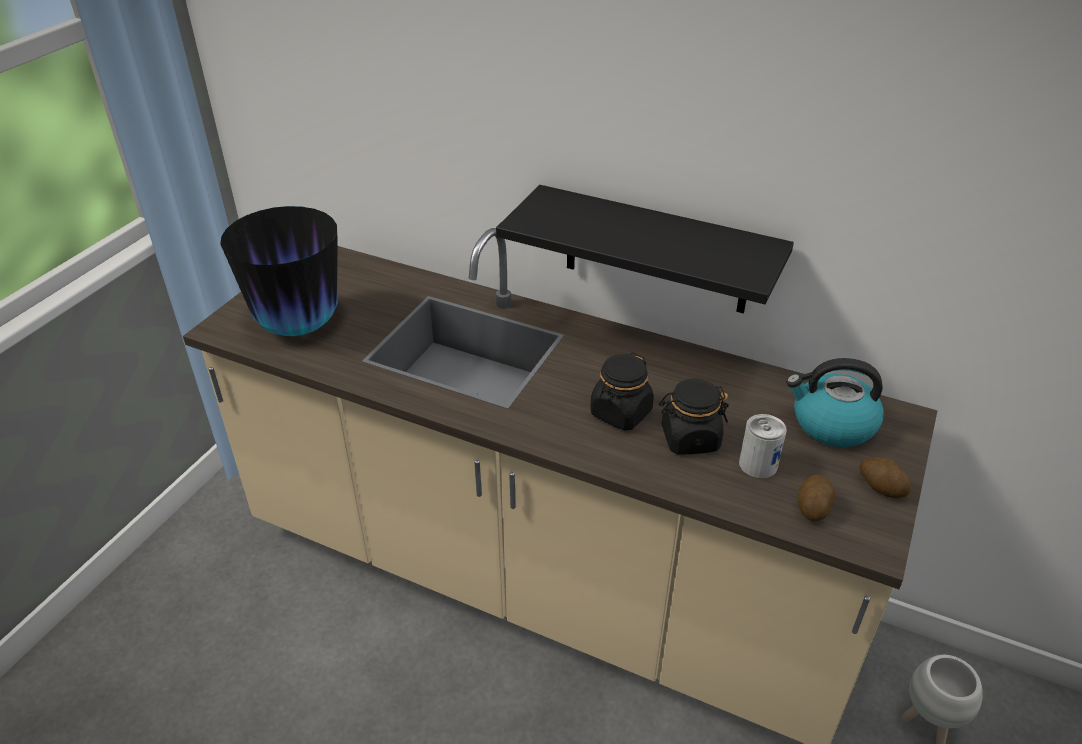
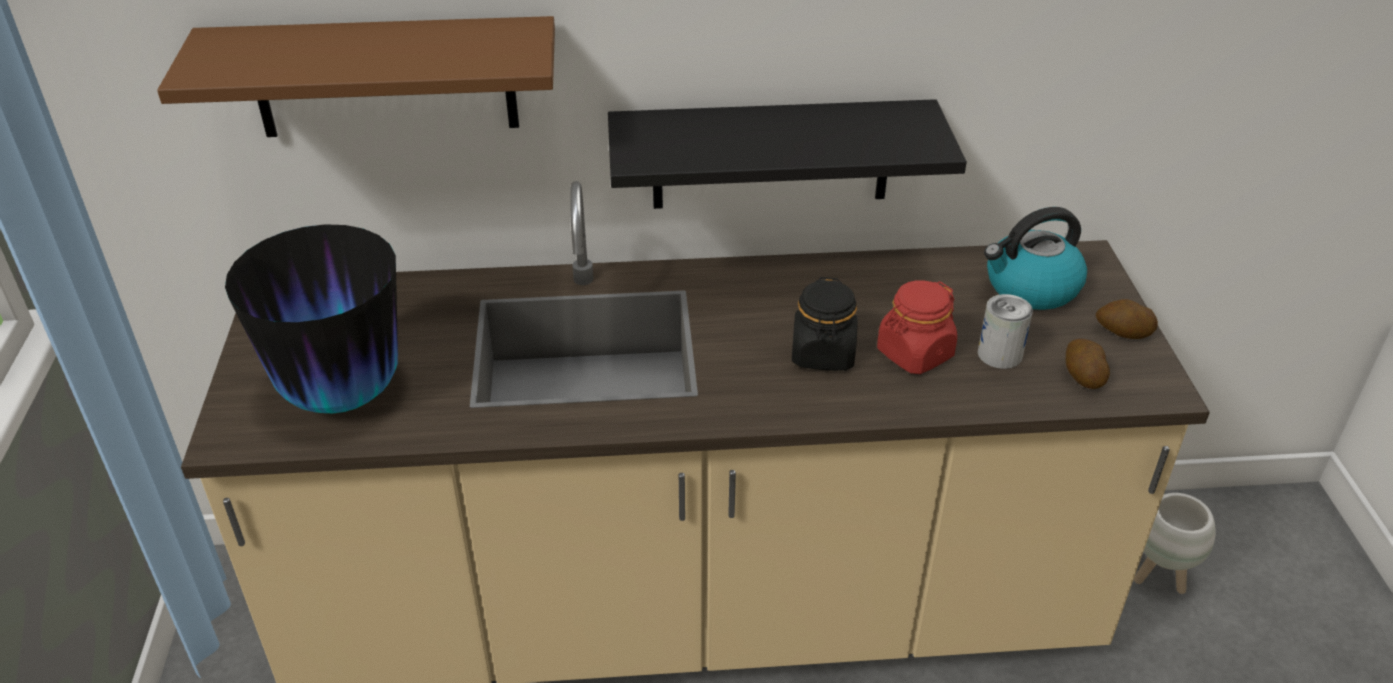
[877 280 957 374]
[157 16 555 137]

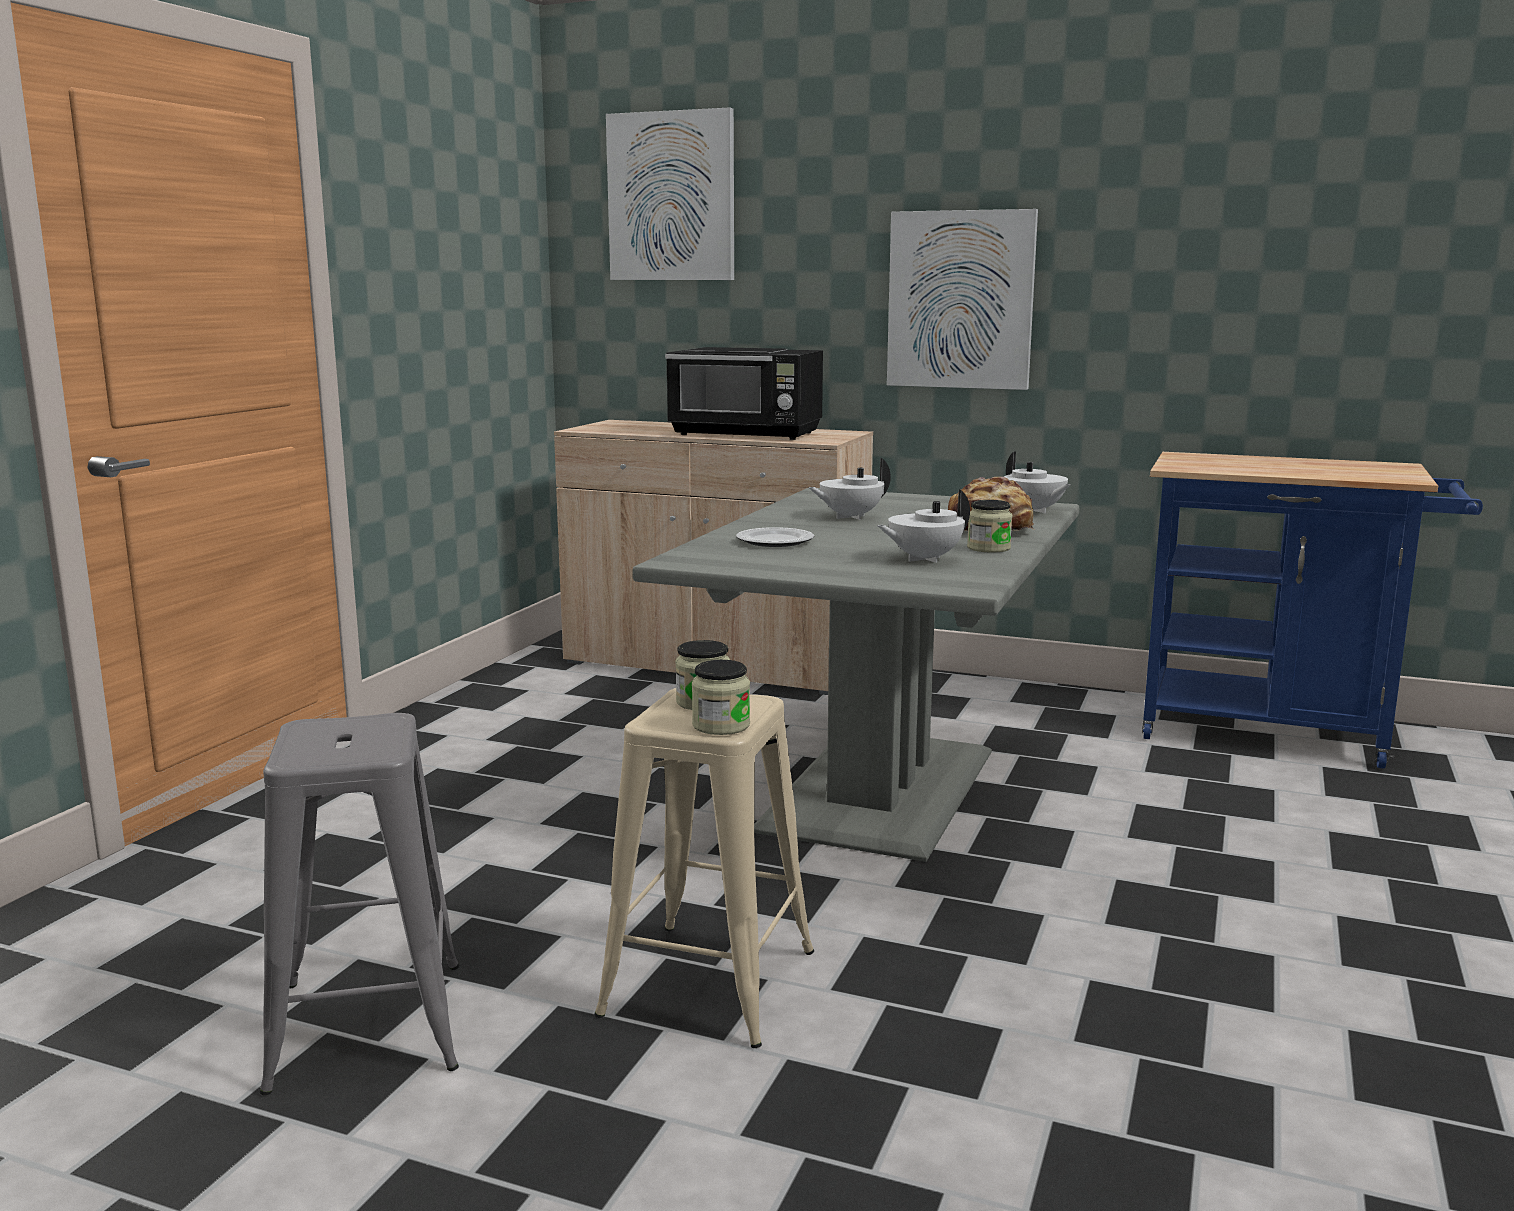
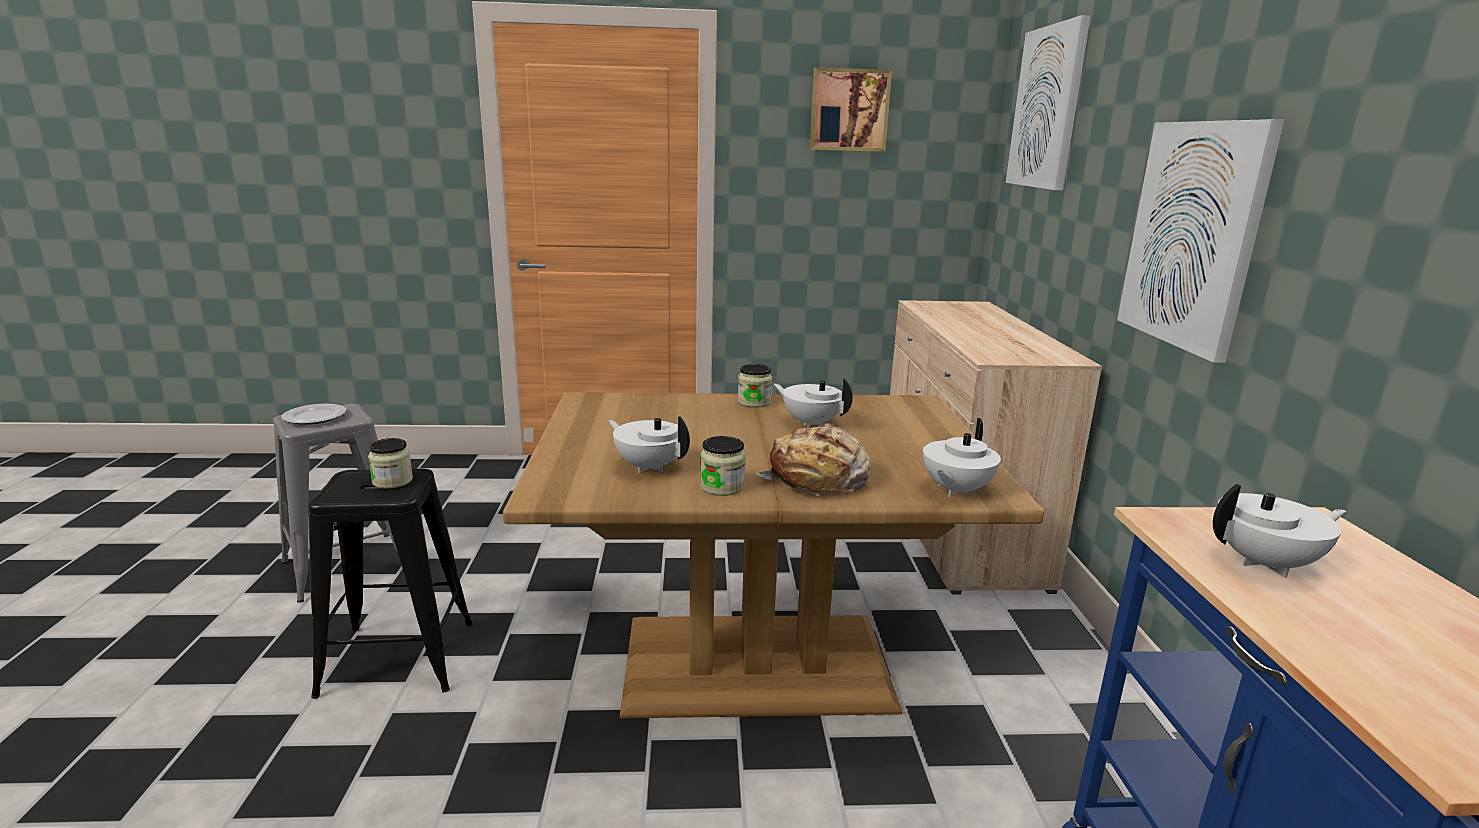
[665 347 823 440] (first image)
[503 392 1044 718]
[281 404 346 425]
[738 364 772 407]
[308 468 473 699]
[810 67 892 152]
[1213 484 1347 578]

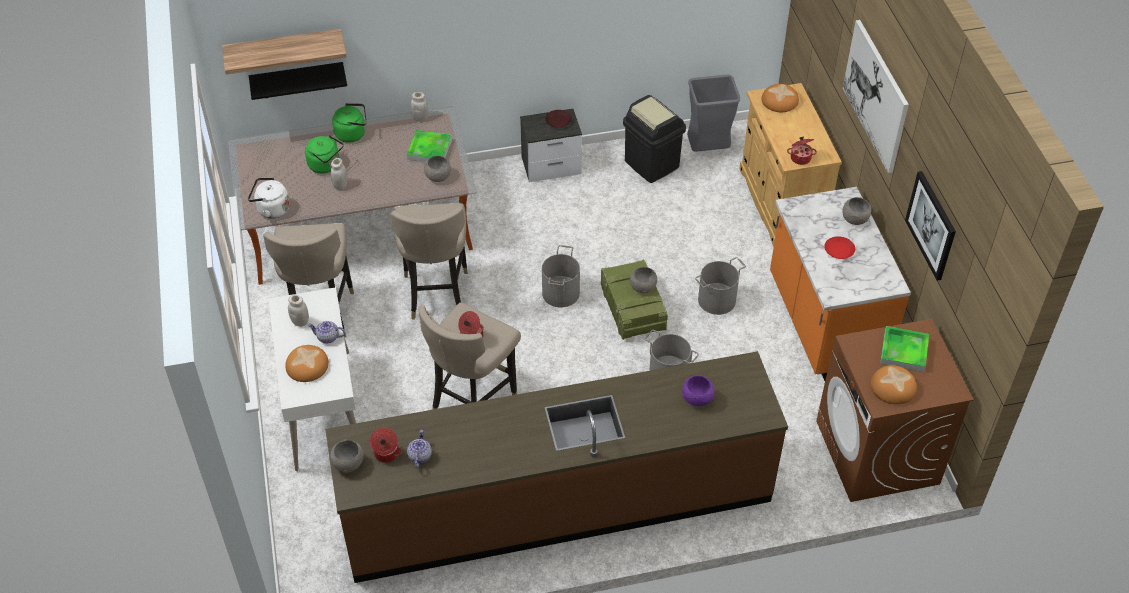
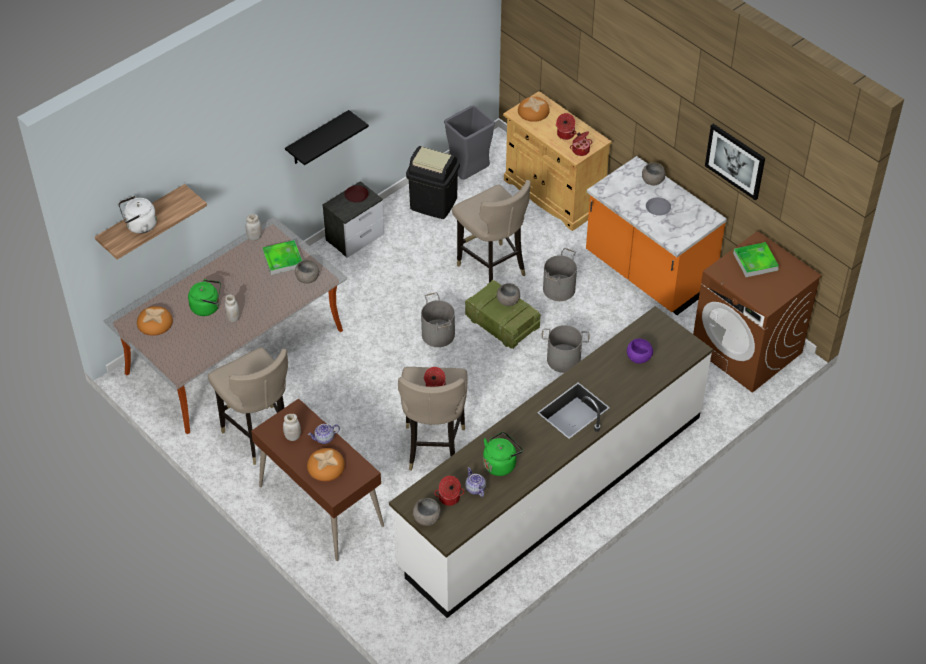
[843 20 909 173] (first image)
[285 110 369 165]
[483 432 523 476]
[118 196 157 234]
[452 180 531 282]
[646 197 671 215]
[251 399 384 561]
[389 306 713 618]
[137 306 173 336]
[556 113 576 140]

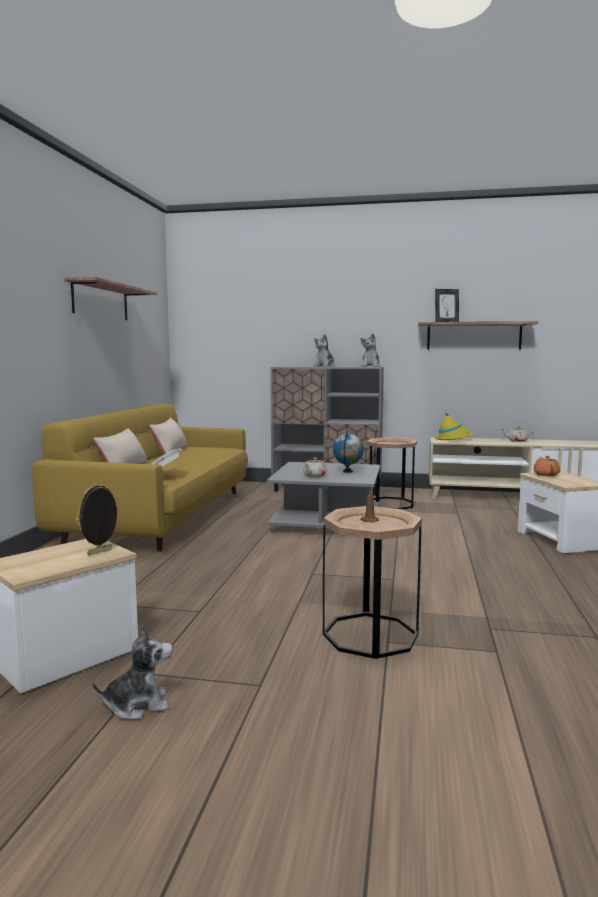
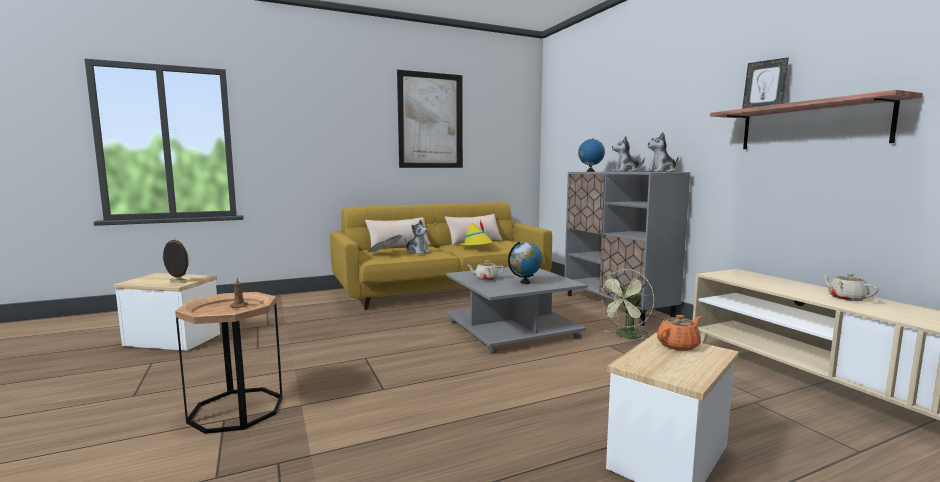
[397 70 463 168]
[460 220 495 246]
[598 269 654 340]
[405 219 431 254]
[578 138 605 172]

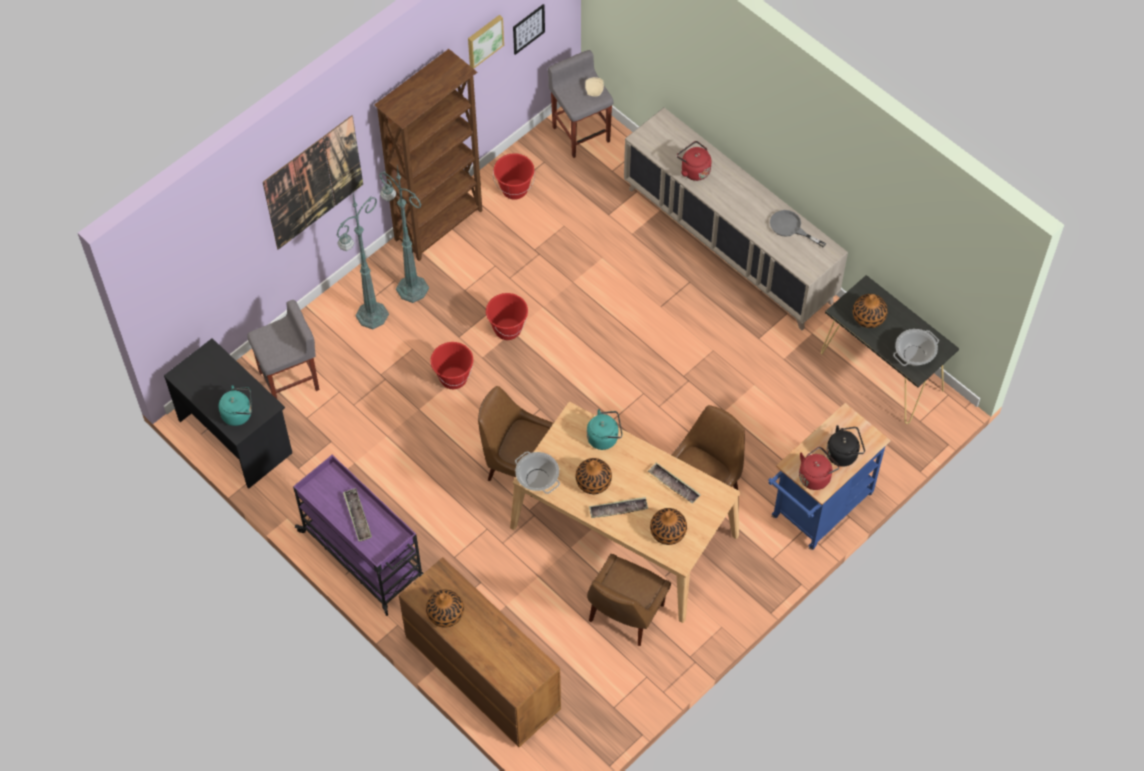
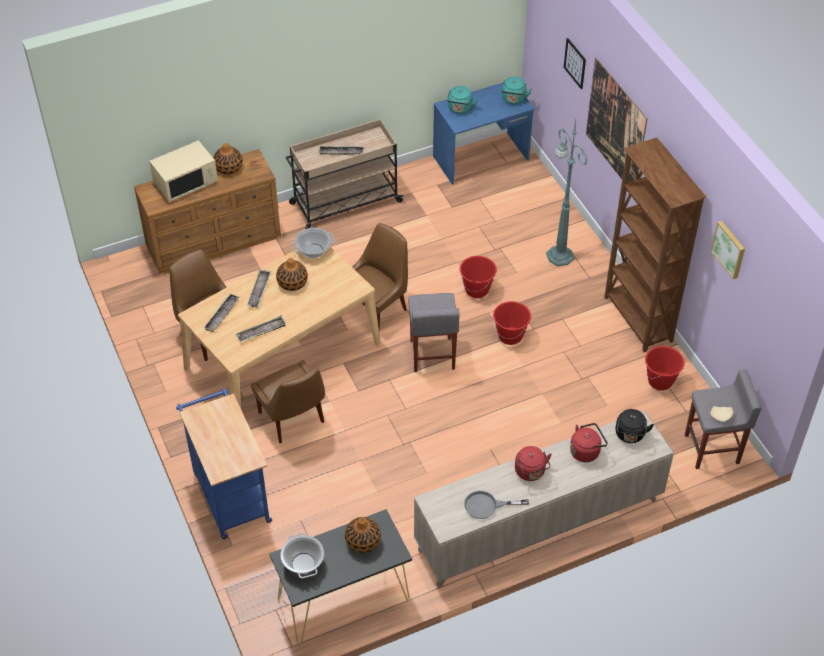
[564 38 586 89]
[379 166 429 303] (first image)
[464 491 529 519]
[408 293 460 372]
[433 82 535 185]
[501 76 532 104]
[615 409 654 443]
[515 446 552 481]
[286 119 404 229]
[203 293 239 332]
[149 140 218 202]

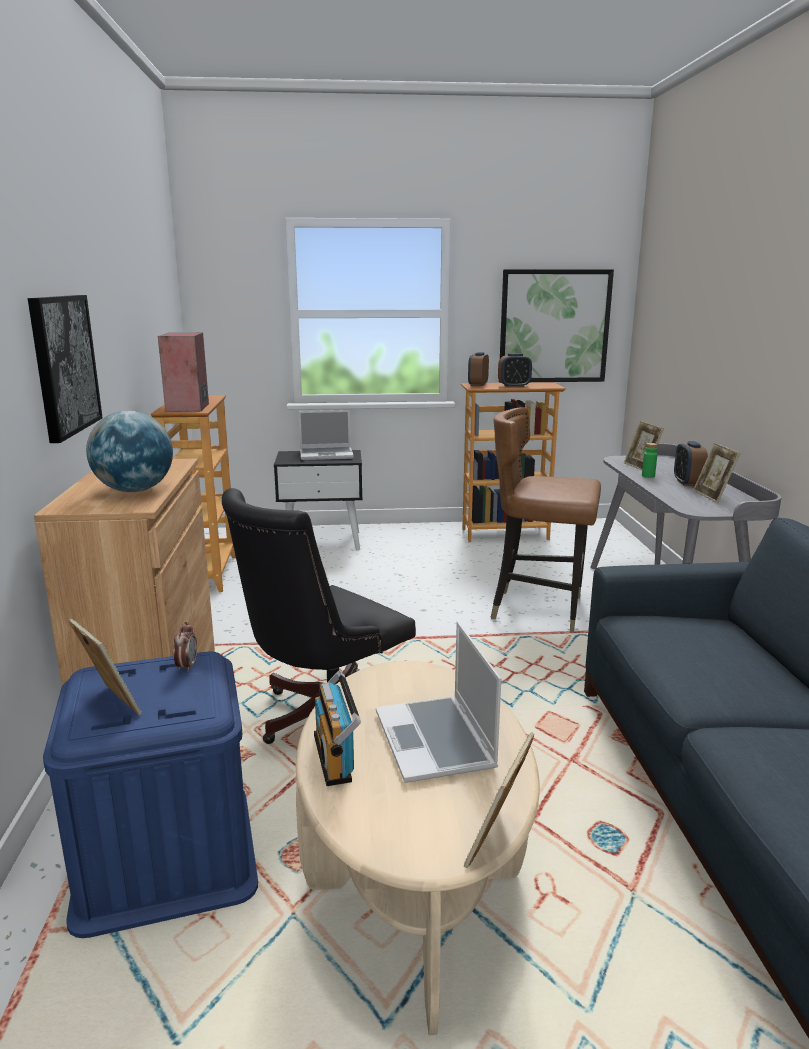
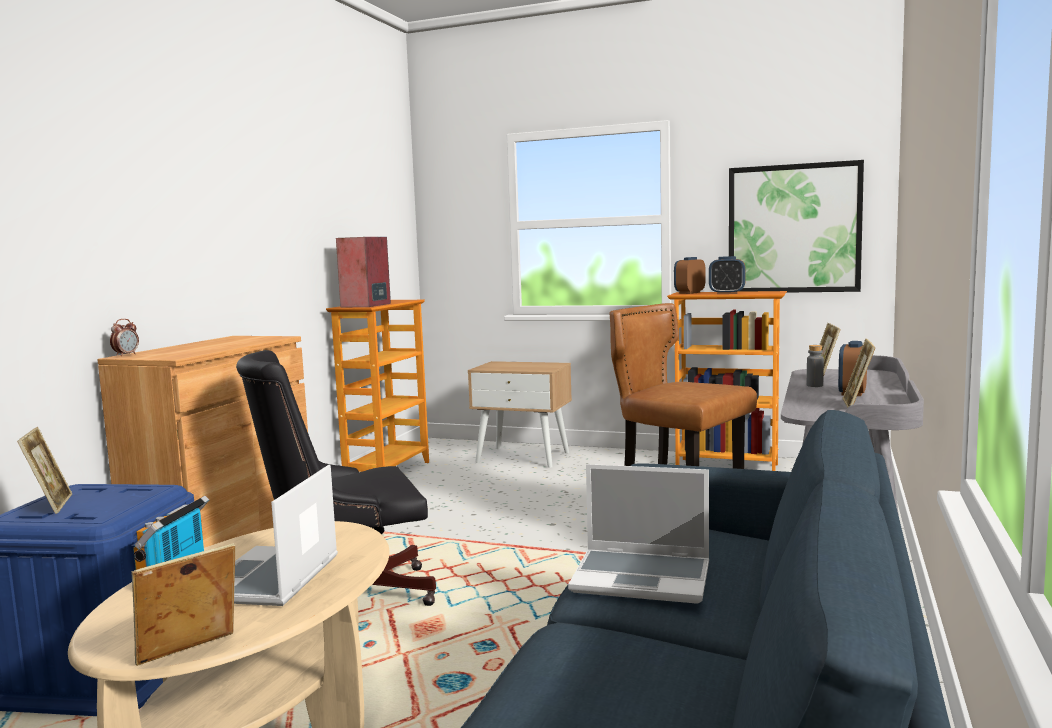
[28 295 103 443] (first image)
[568 464 709 604]
[86 411 173 492] (first image)
[807 345 824 387]
[468 361 572 468]
[110 319 139 356]

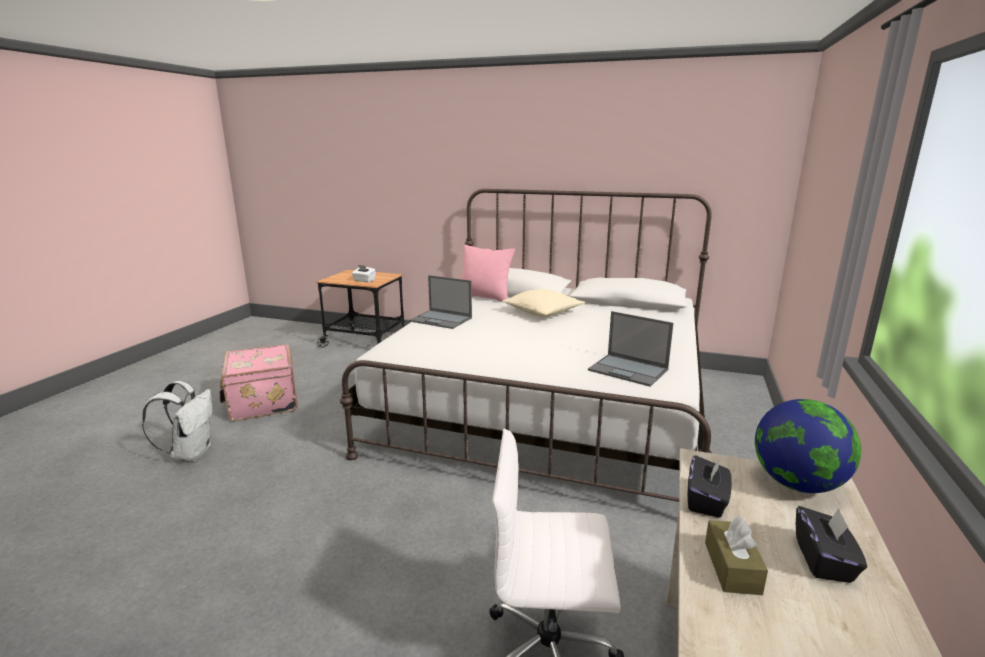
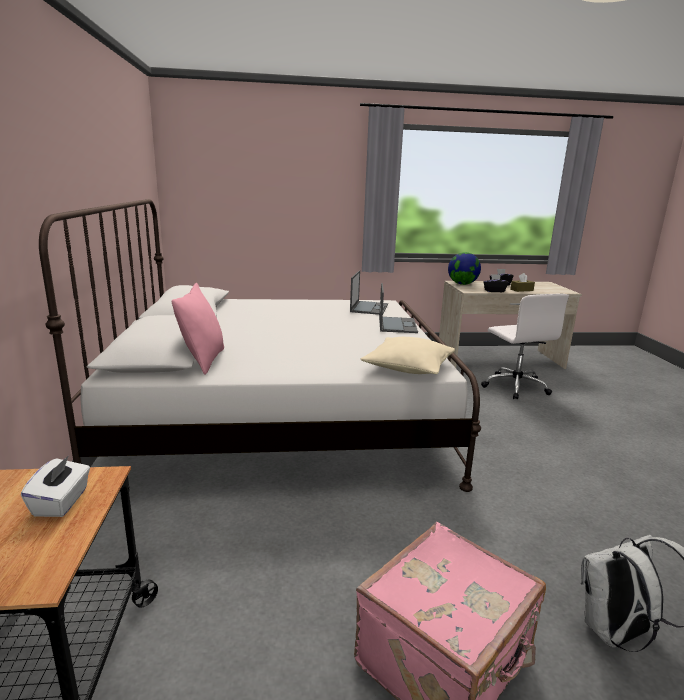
[379 283 418 333]
[361 337 455 374]

